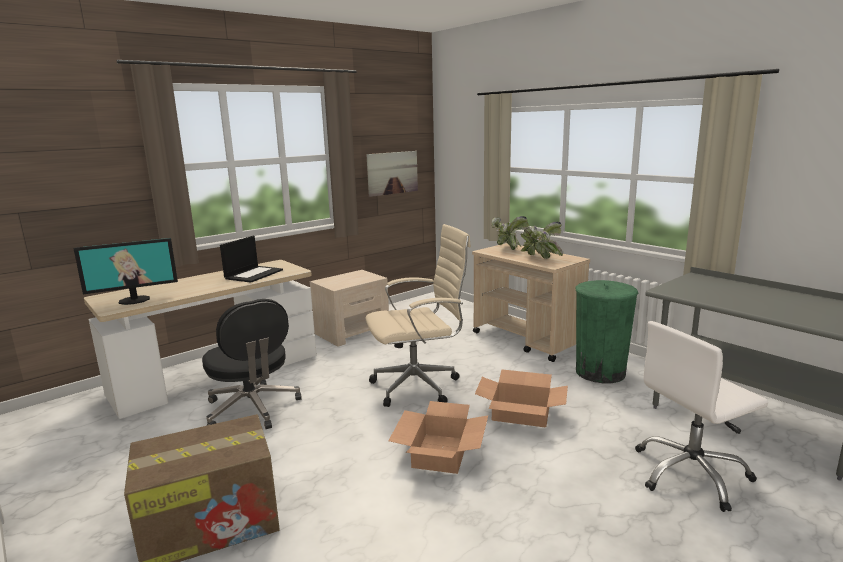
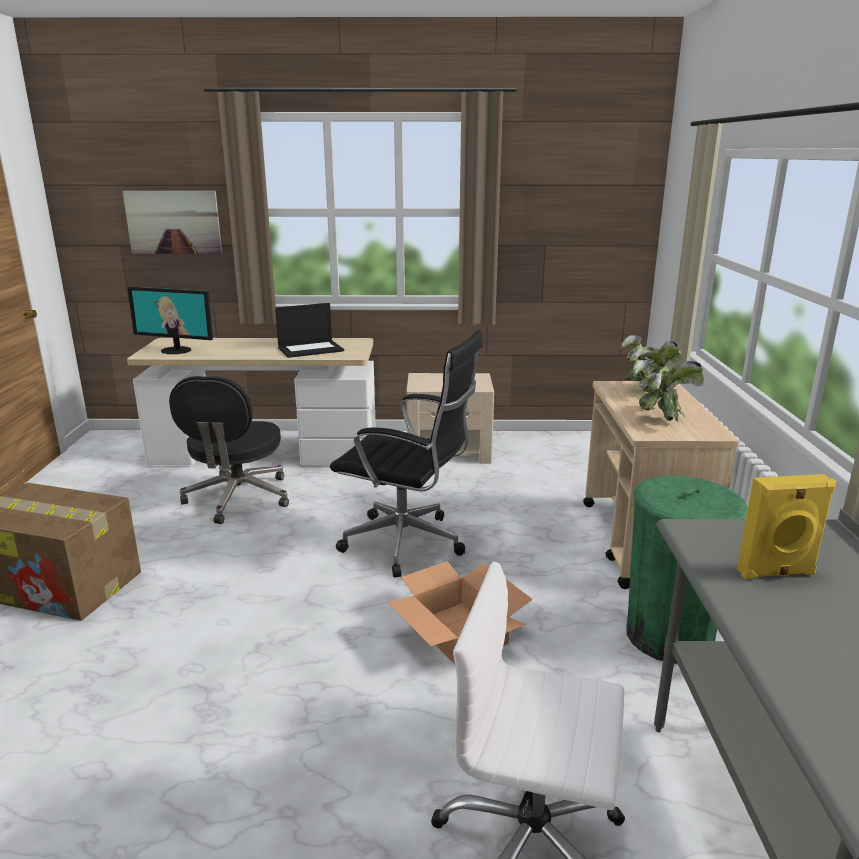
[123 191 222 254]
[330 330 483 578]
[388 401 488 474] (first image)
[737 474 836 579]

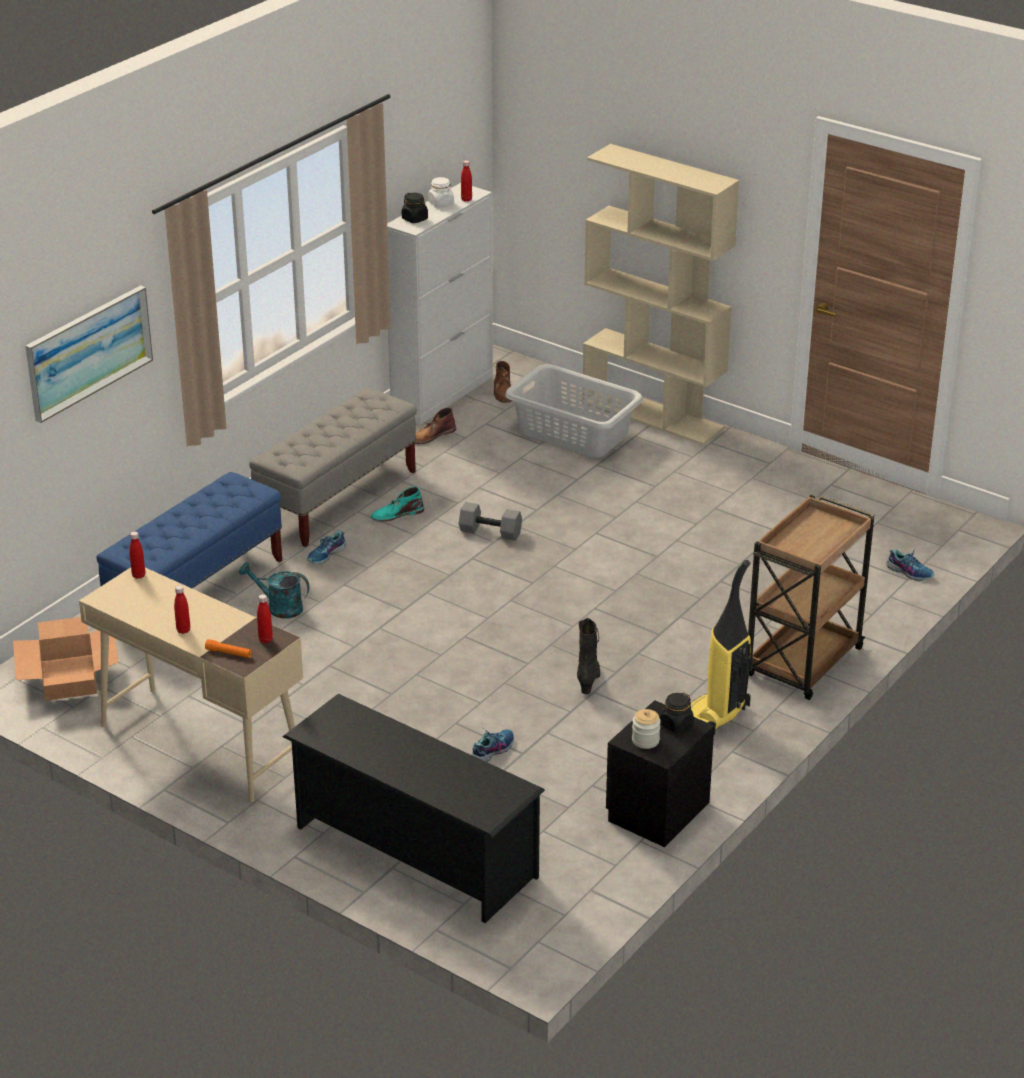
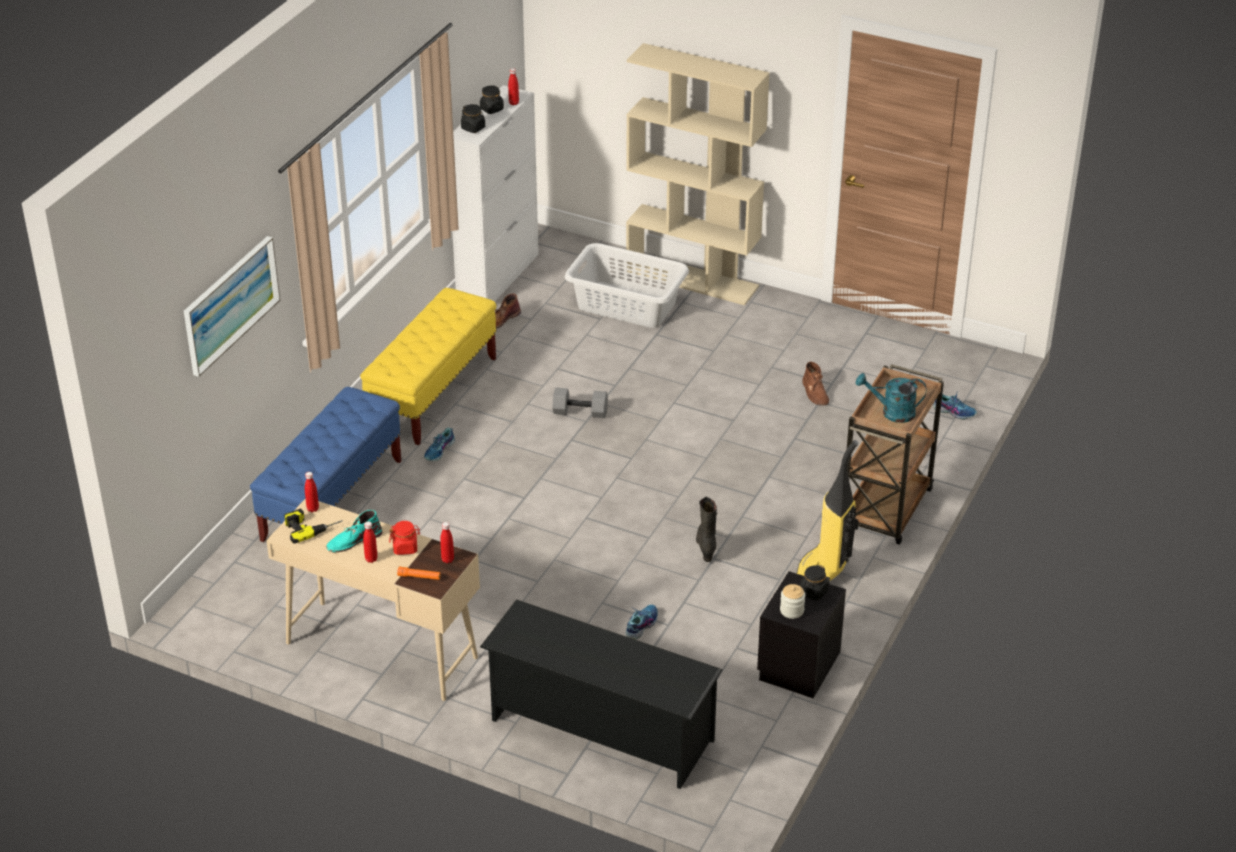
[480 86 504 114]
[802 362 829 406]
[360 288 497 445]
[326 510 382 552]
[856 373 927 423]
[13 617 119 701] (first image)
[284 508 342 544]
[389 521 420 555]

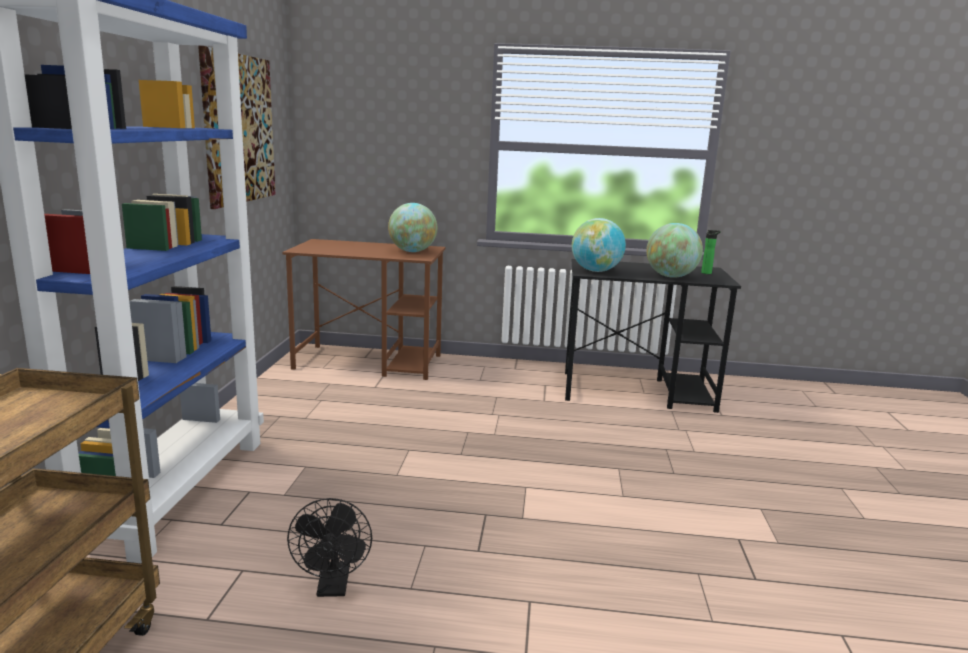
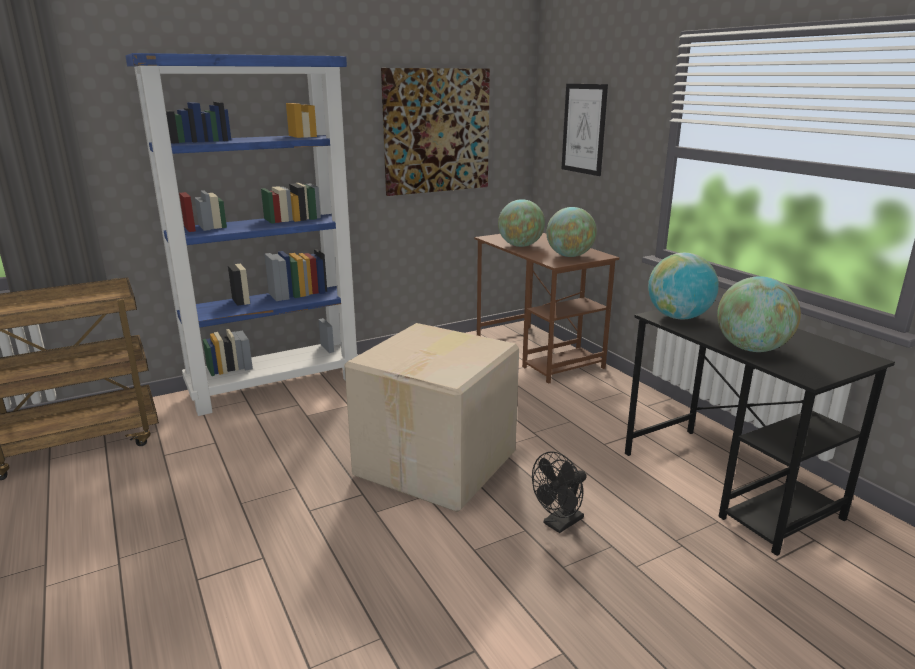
[701 230 721 274] (first image)
[532 451 587 533]
[561 84 608 176]
[498 199 545 247]
[344 323 519 512]

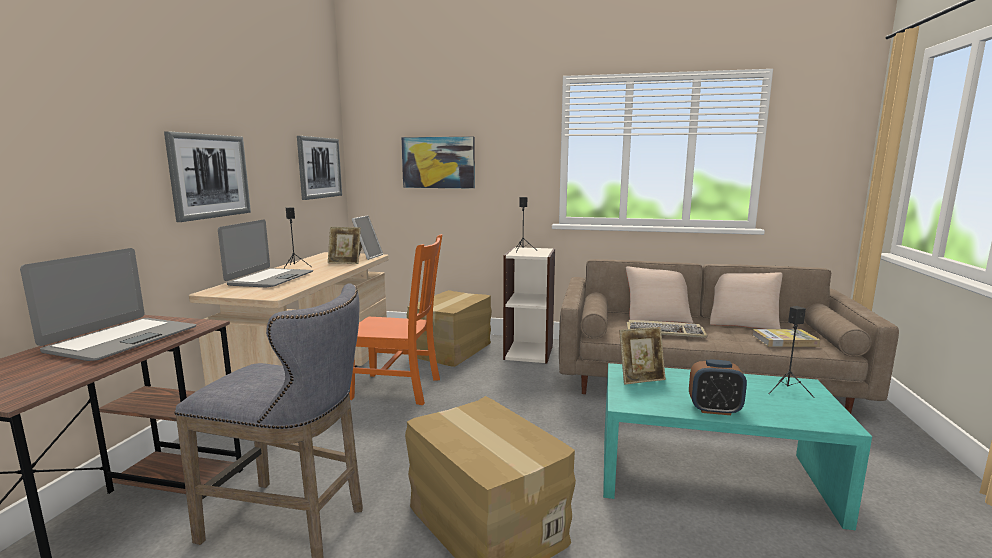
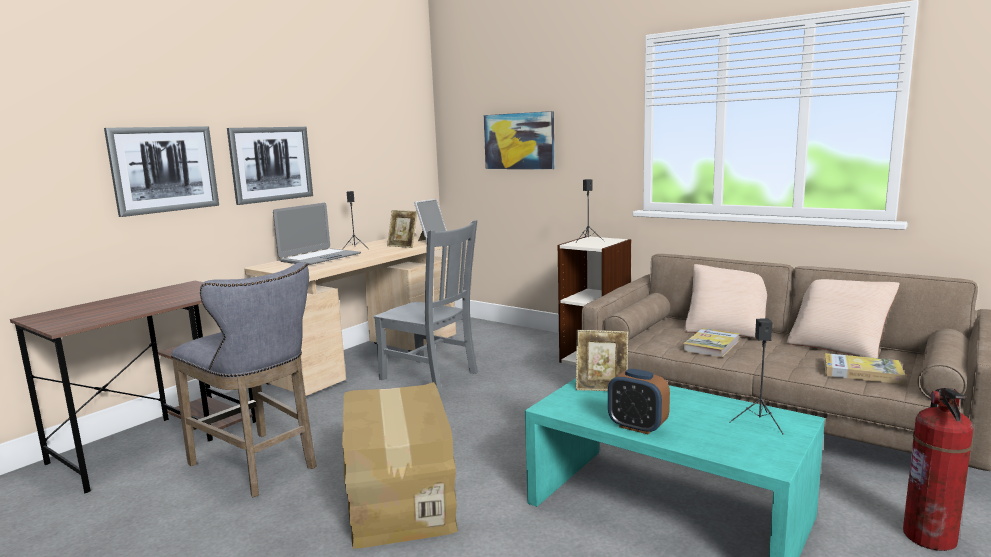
[104 126 219 217]
[374 220 478 394]
[20 248 196 361] (first image)
[407 290 492 367] (first image)
[683 328 740 358]
[903 388 974 551]

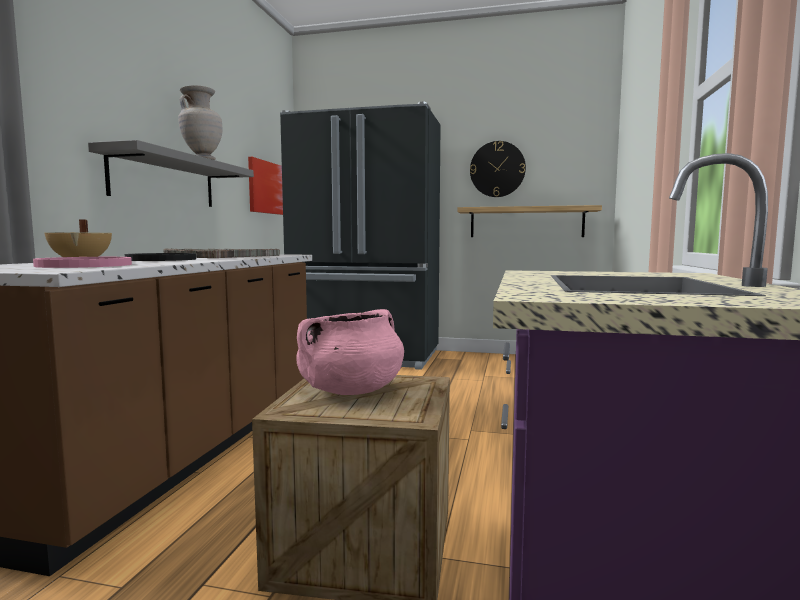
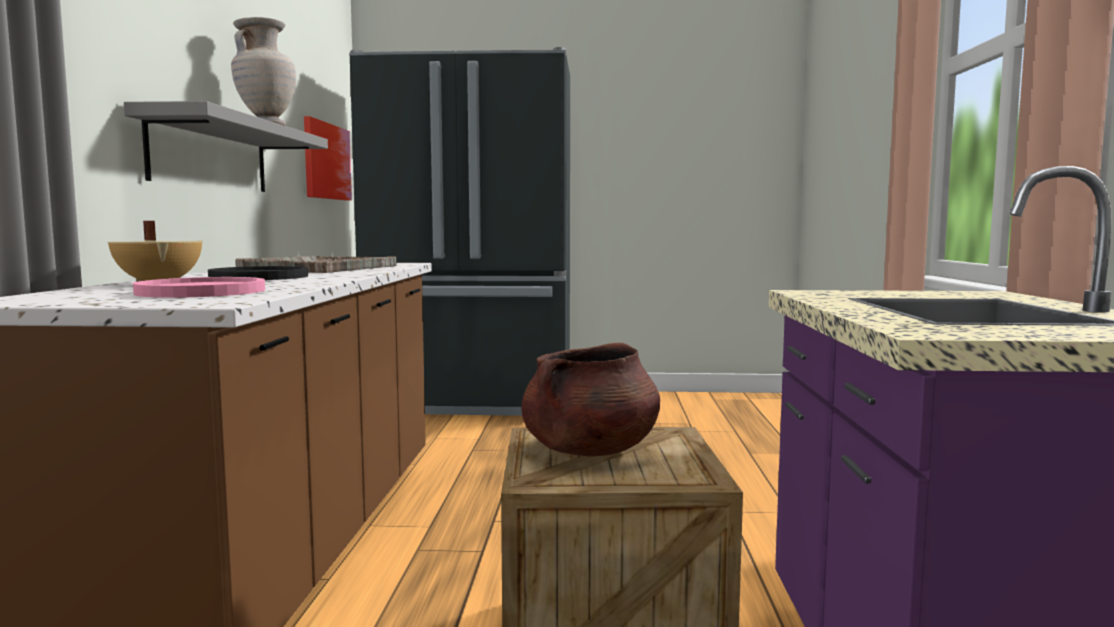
[470 141 526 197] (first image)
[458 205 602 237] (first image)
[522 343 660 456]

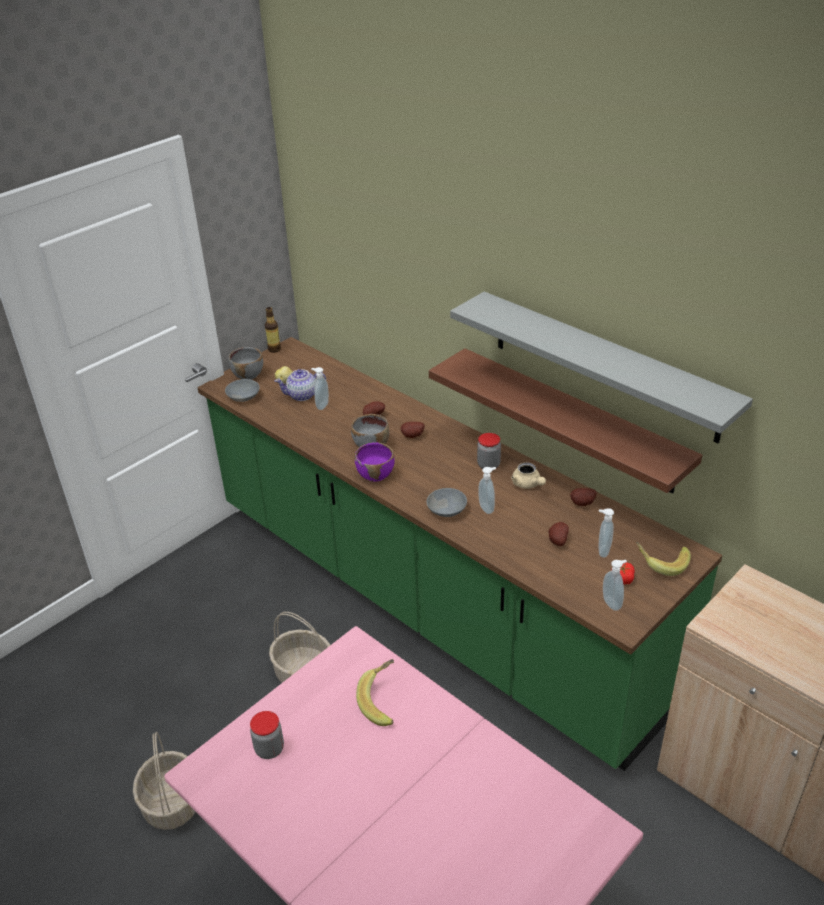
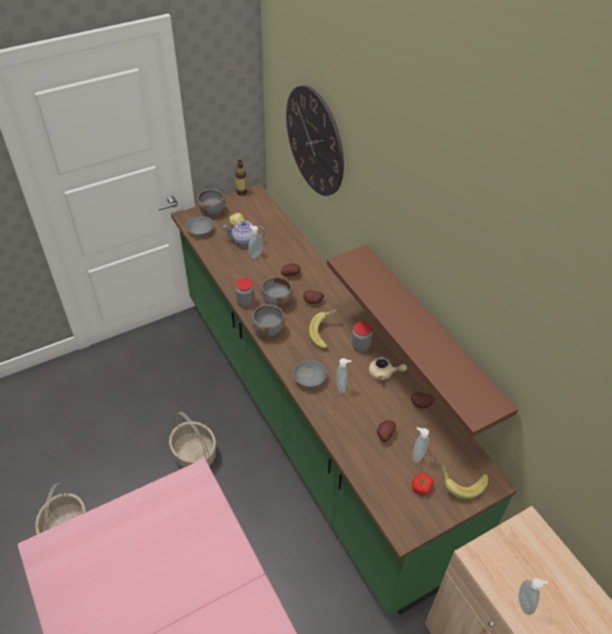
[450 291 753 443] (first image)
[252 304 285 337]
[369 357 407 380]
[518 578 548 615]
[309 309 339 349]
[235 278 255 307]
[286 85 344 196]

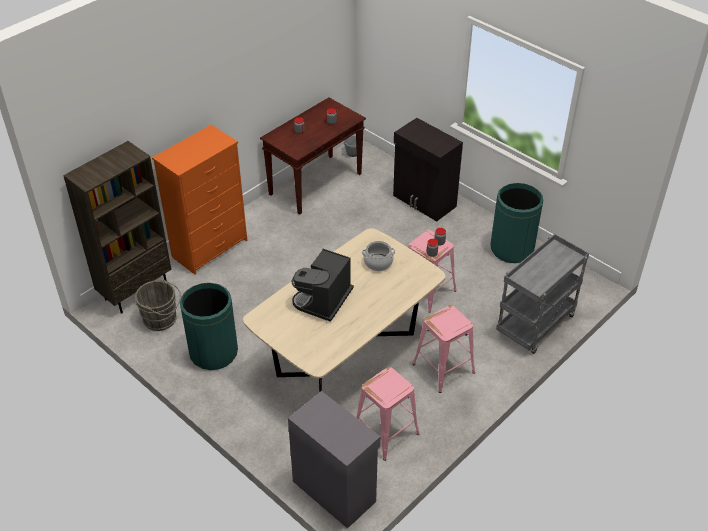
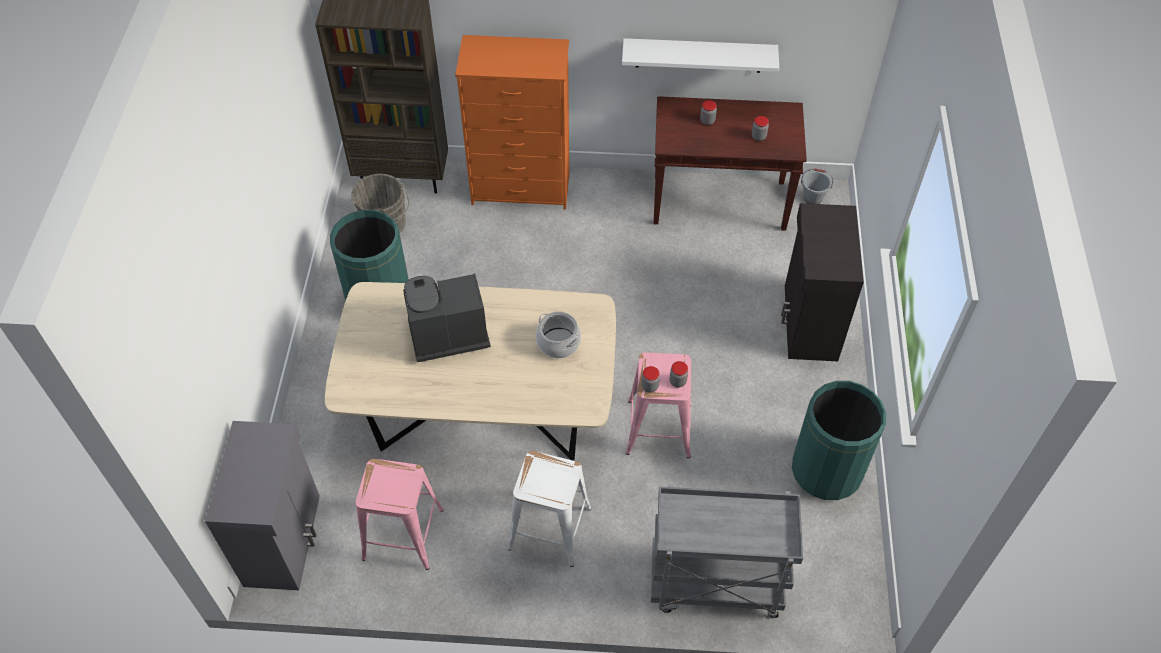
[508 451 591 567]
[622 38 779 73]

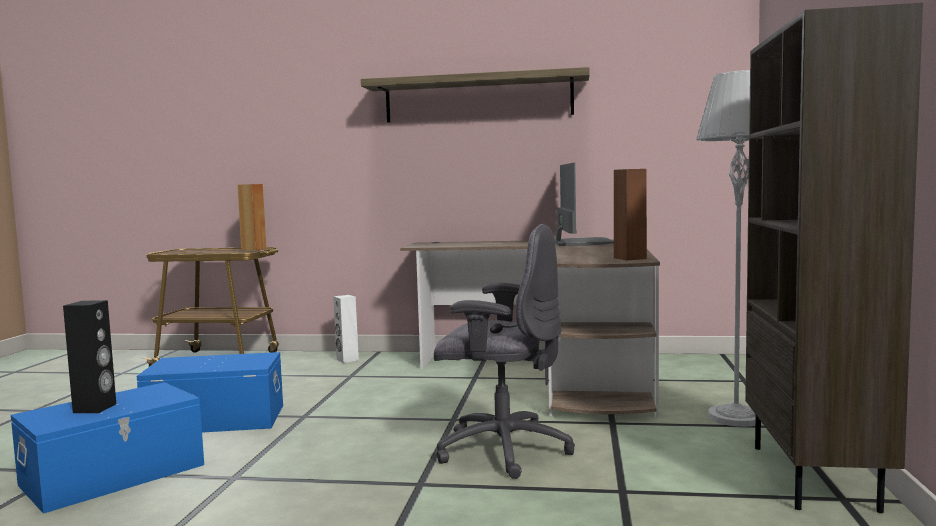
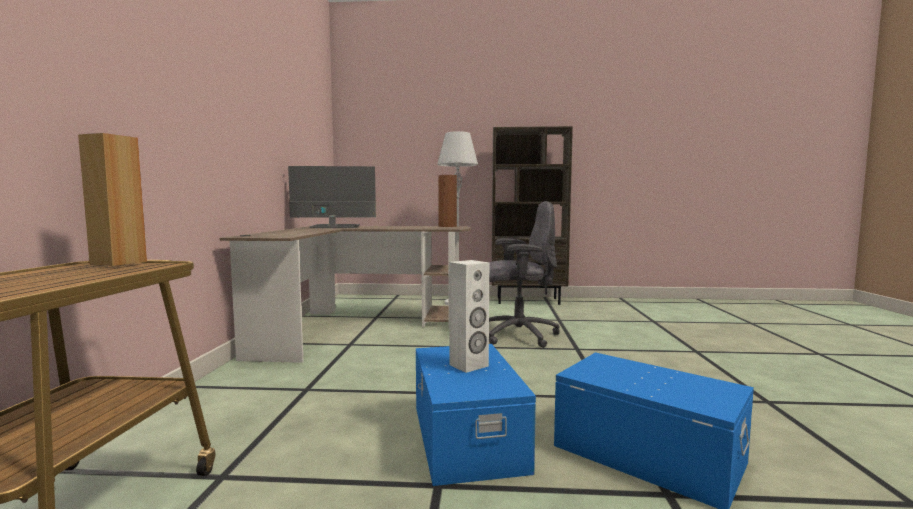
[361 67 590 122] (first image)
[489 201 560 348]
[449 260 489 373]
[63 300 116 413] (first image)

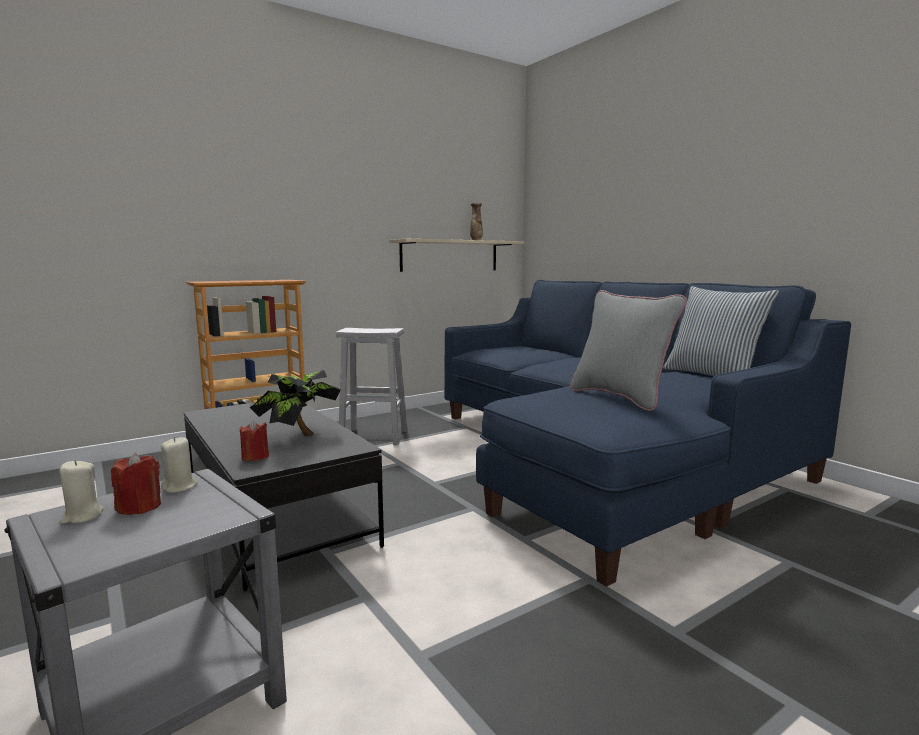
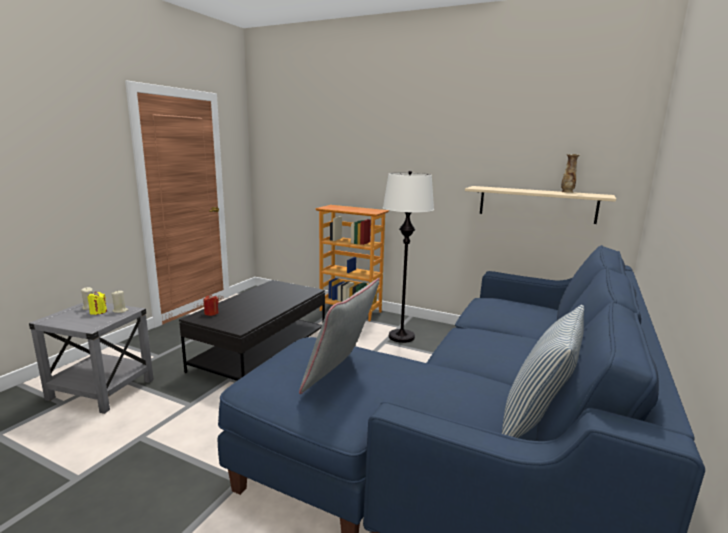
[383 171 434 343]
[249 370 341 436] (first image)
[87 291 107 315]

